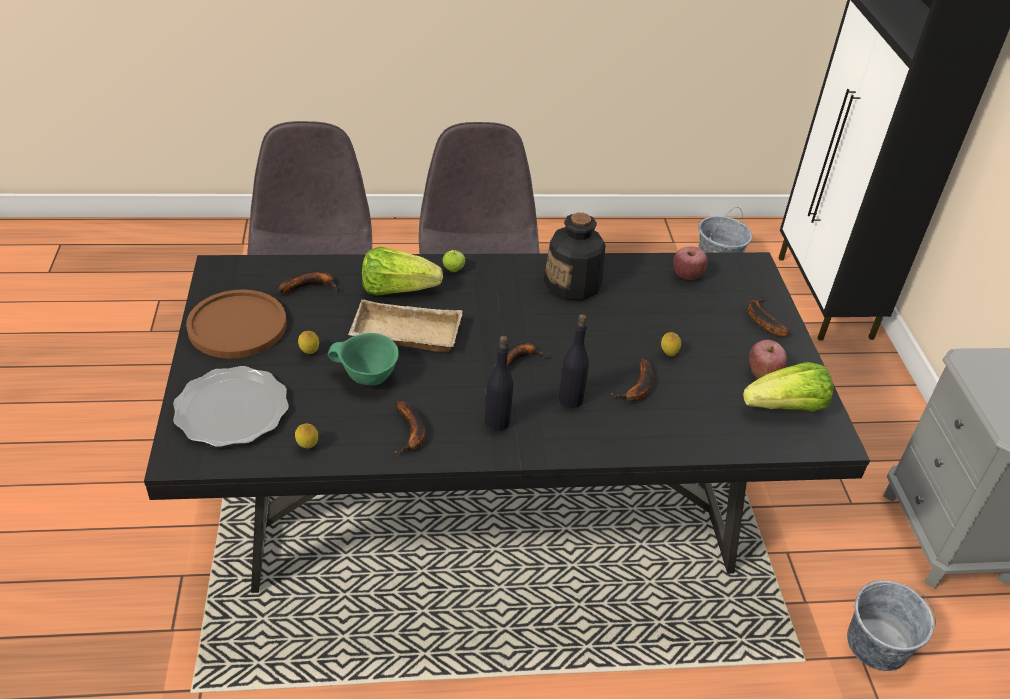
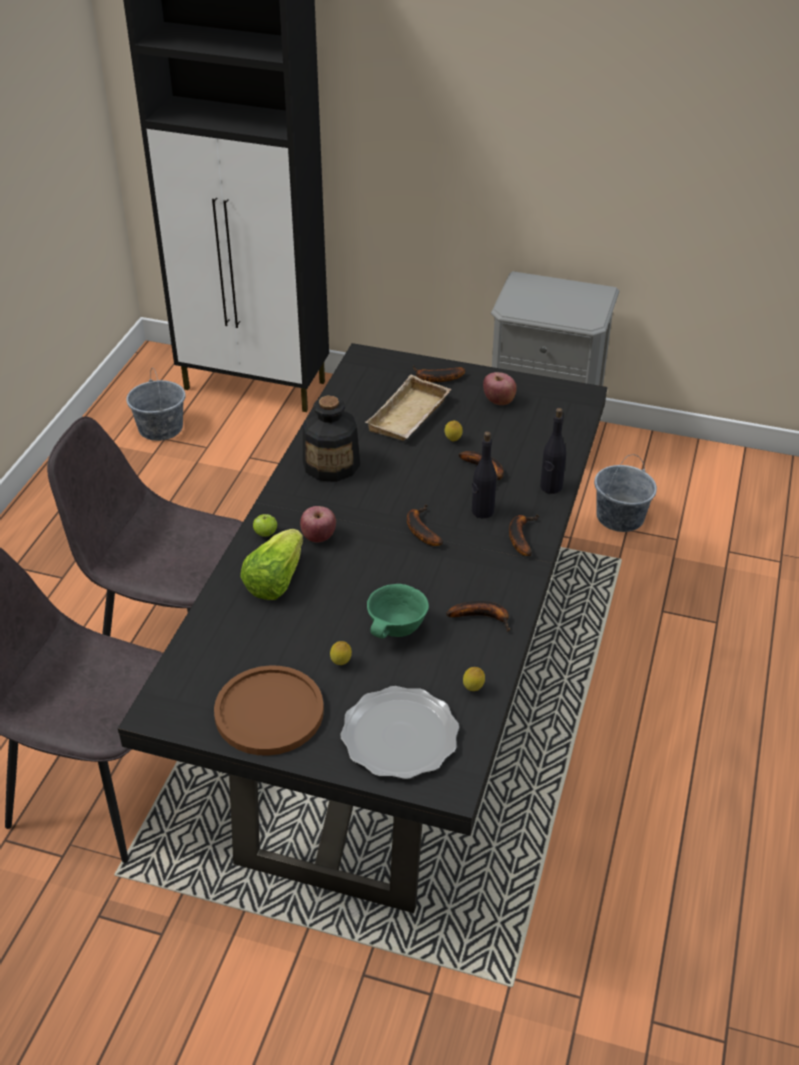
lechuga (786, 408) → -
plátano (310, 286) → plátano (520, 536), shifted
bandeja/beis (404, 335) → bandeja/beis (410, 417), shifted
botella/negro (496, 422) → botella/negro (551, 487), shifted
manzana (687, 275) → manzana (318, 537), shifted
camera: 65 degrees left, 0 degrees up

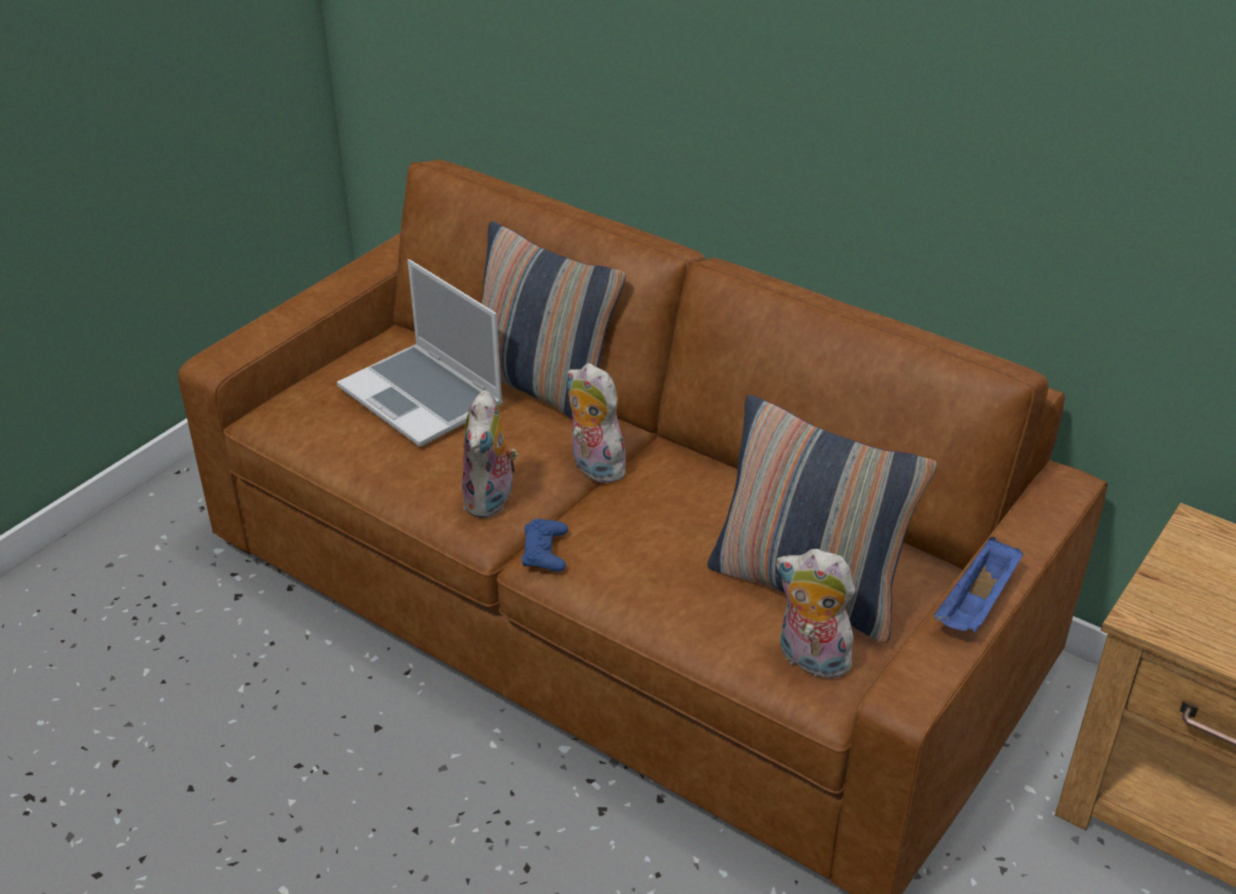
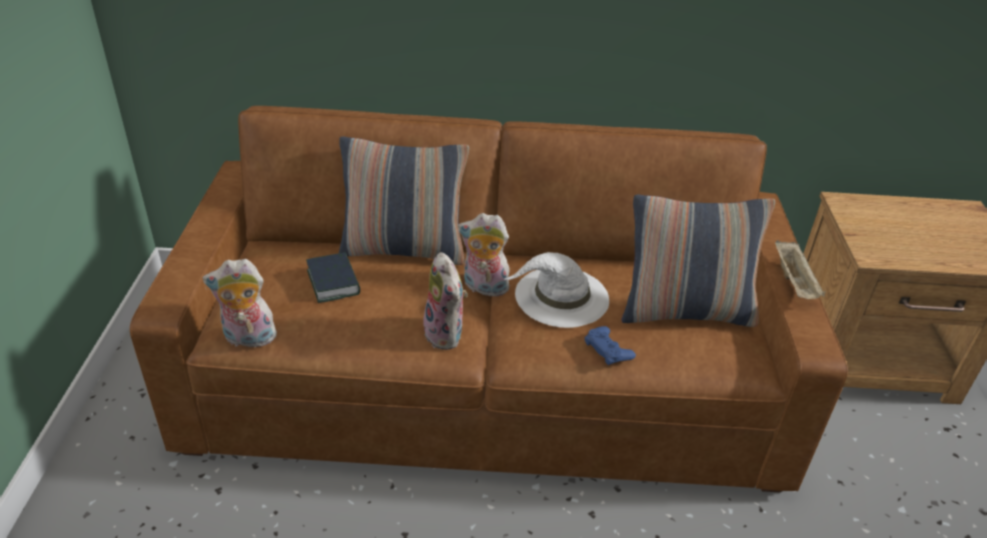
- → sombrero/blanco (560, 297)
mando de consola/azul (545, 551) → mando de consola/azul (608, 349), shifted
peluche (810, 660) → peluche (248, 339), shifted
portátil (424, 398) → libro (333, 282)
bandeja/azul (976, 604) → bandeja/beis (794, 282)
camera: 35 degrees left, 0 degrees up

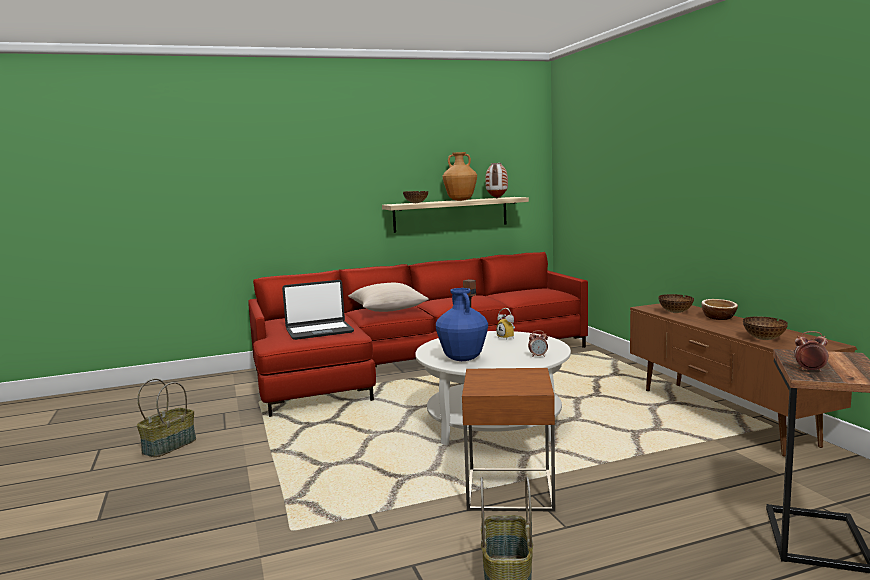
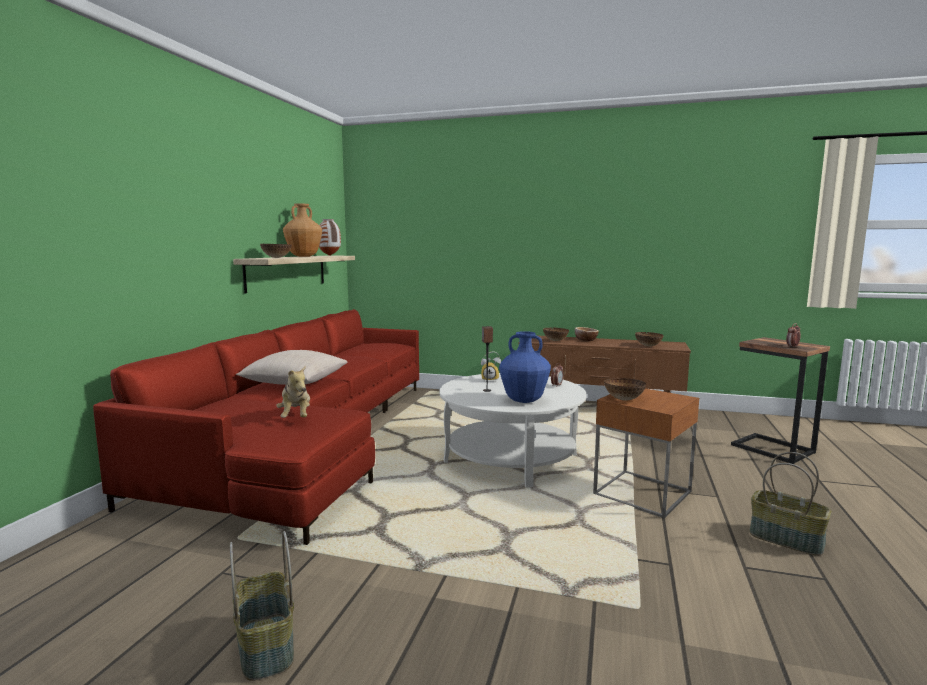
- → cuenco (624, 399)
portátil (319, 331) → peluche (296, 417)
camera: 55 degrees left, 0 degrees up

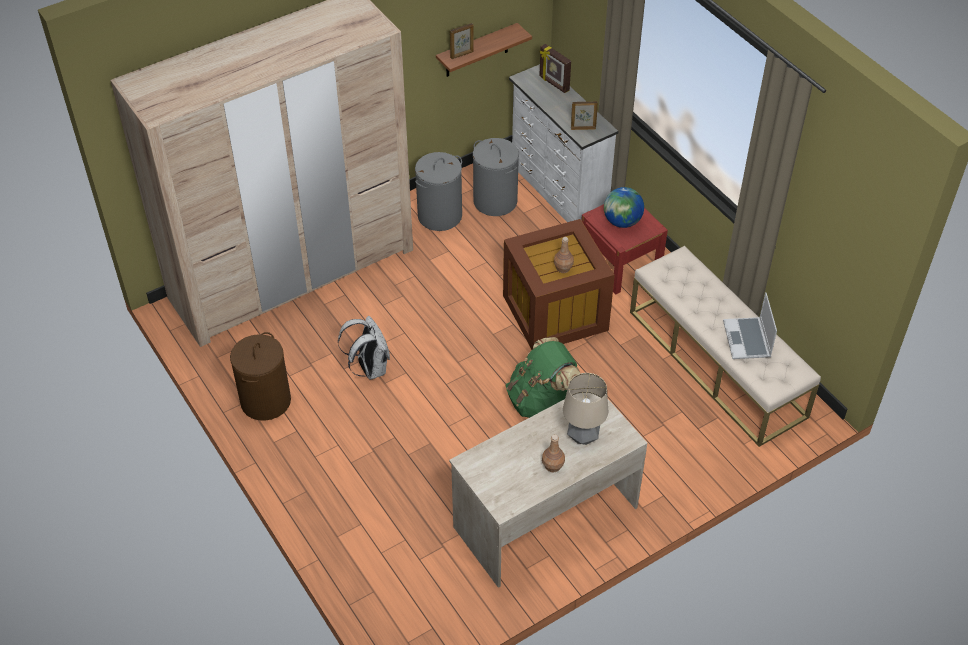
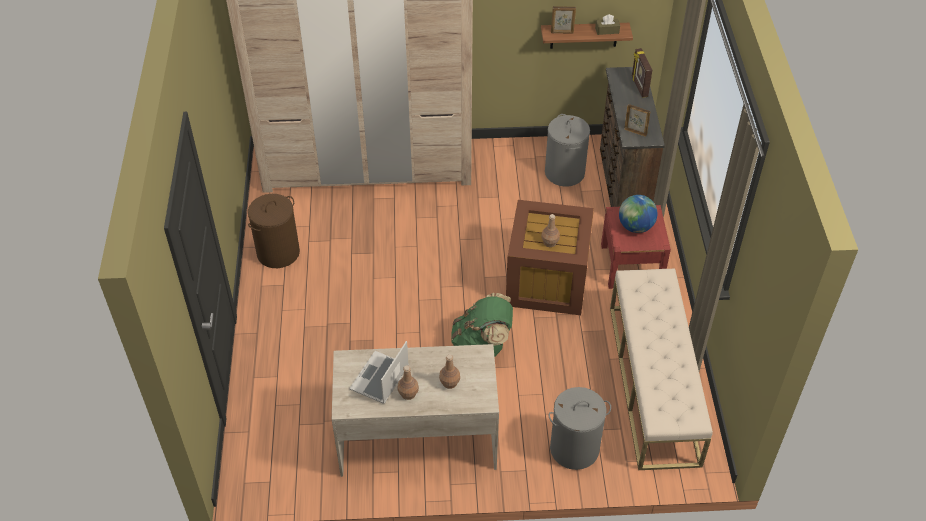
mochila/blanco (369, 368) → -
- → caja de pañuelos/marrón (607, 30)
cesto de la ropa/gris (439, 216) → cesto de la ropa/gris (574, 449), shifted
portátil (747, 340) → portátil (380, 379), shifted
lámpara de mesa (582, 437) → botella/marrón (449, 383)
cómoda/blanco (557, 192) → cómoda/marrón (622, 186)
camera: 30 degrees right, 0 degrees up

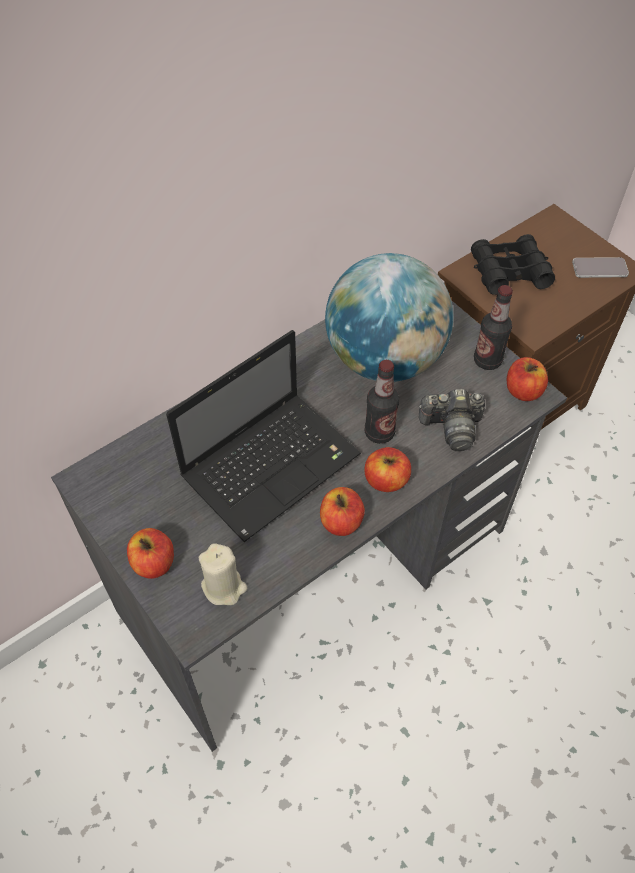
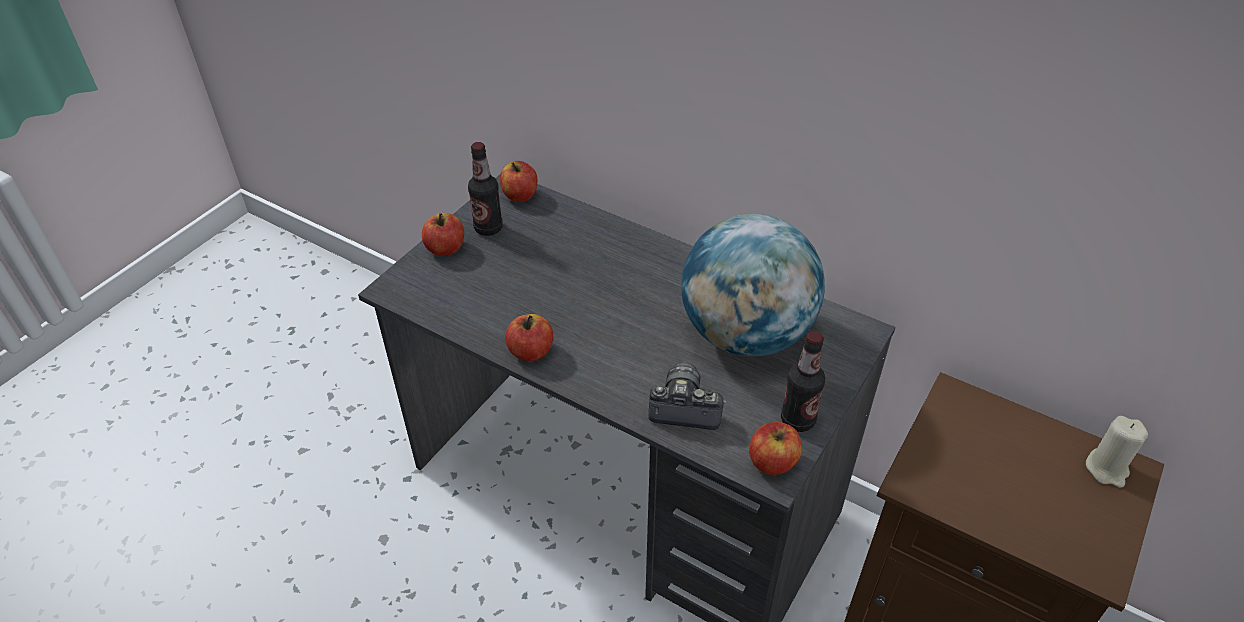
portátil (273, 464) → -
prismáticos/negro (509, 272) → -
móvil (599, 268) → -
vela/beis (224, 587) → vela/beis (1107, 469), shifted
manzana (386, 480) → manzana (520, 195), shifted
botella (379, 433) → botella (488, 228), shifted
cámara (451, 427) → cámara (684, 408), 120 degrees clockwise
camera: 70 degrees right, 10 degrees down

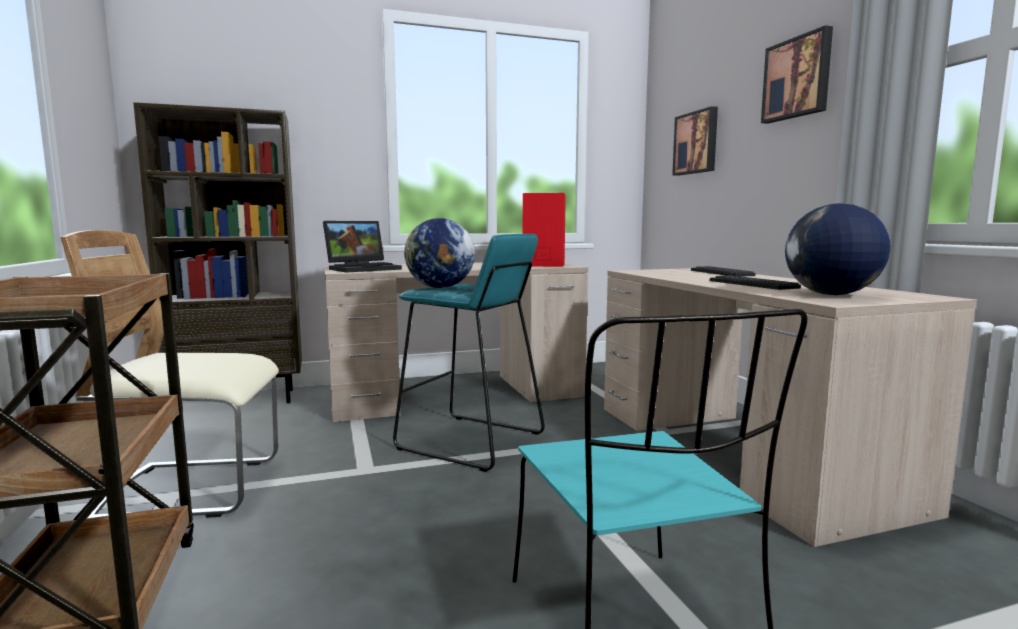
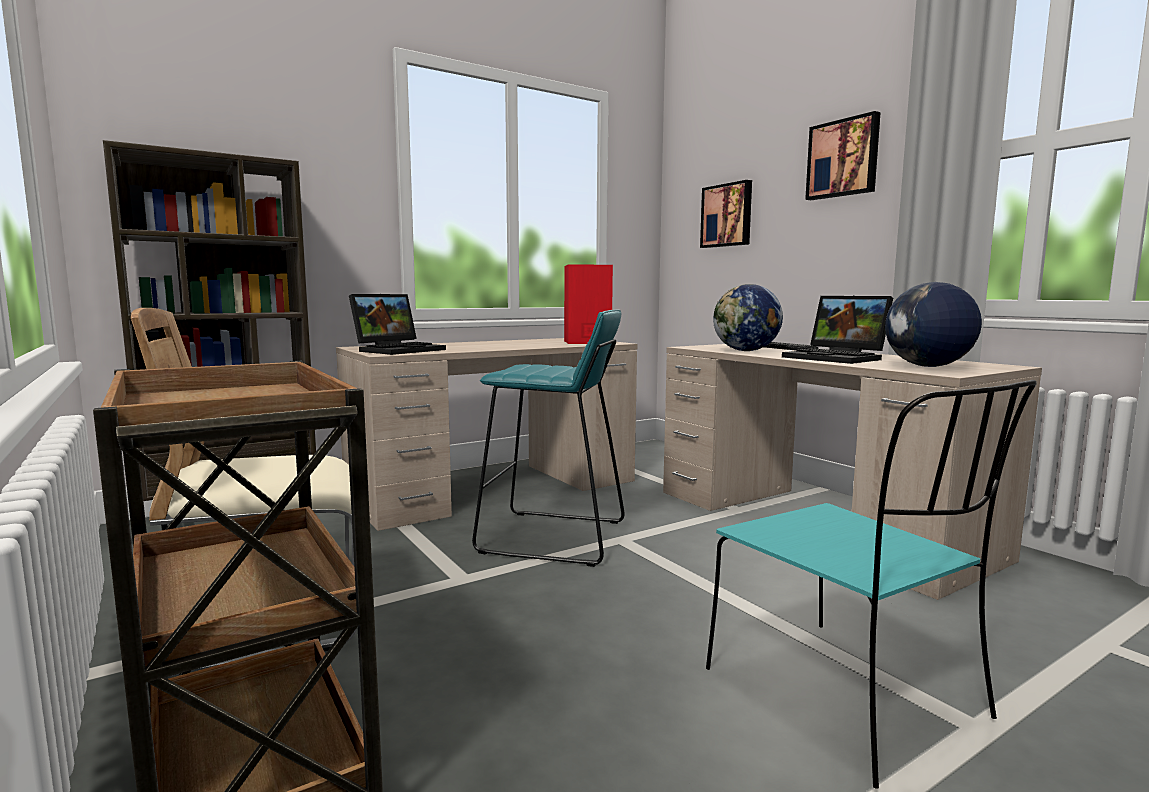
globo terráqueo (440, 287) → globo terráqueo (746, 351), shifted
teclado (752, 284) → portátil (837, 358)
camera: 15 degrees left, 0 degrees up

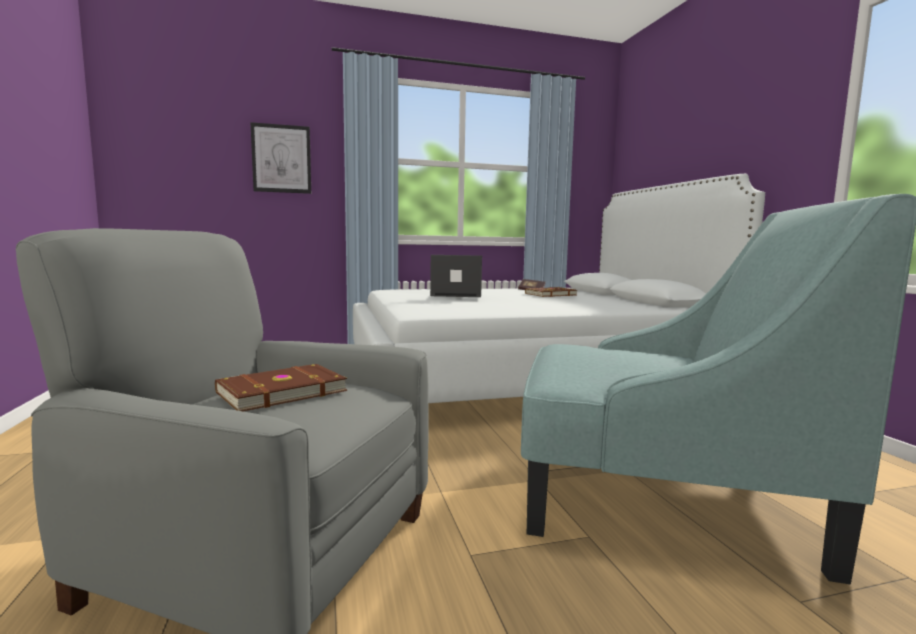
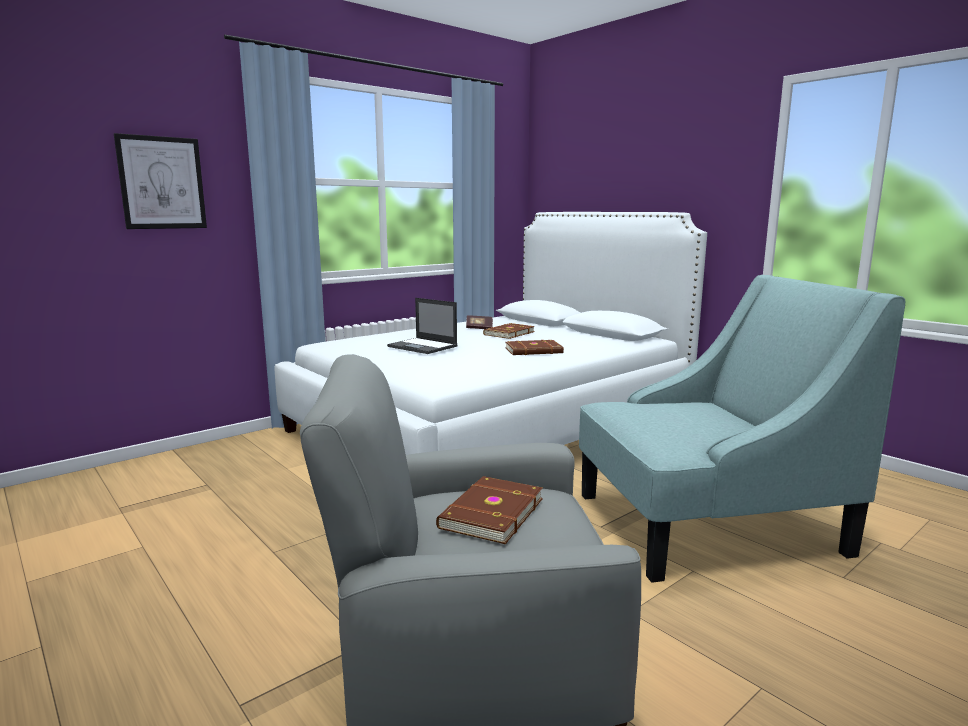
- → libro/marrón (534, 351)
portátil (455, 294) → portátil (423, 346), 120 degrees counterclockwise
camera: 25 degrees left, 5 degrees up

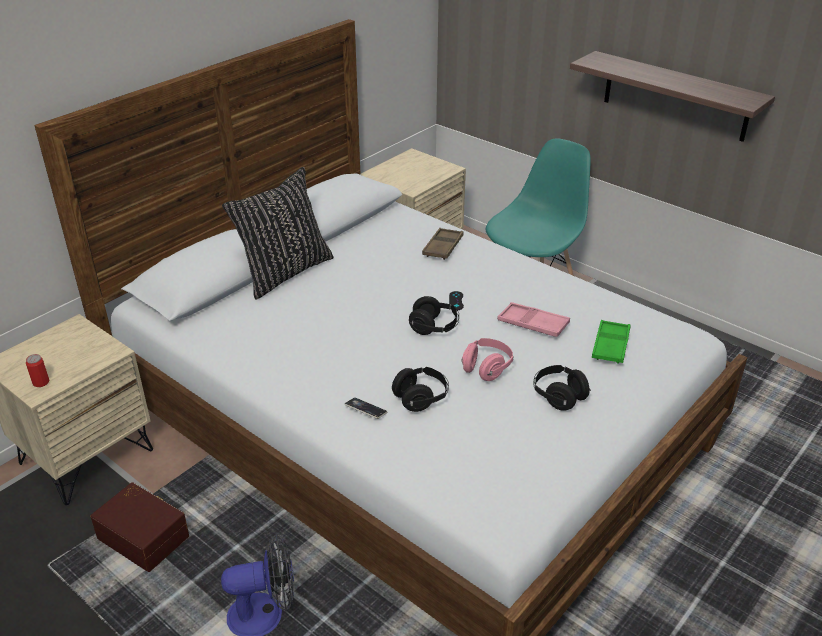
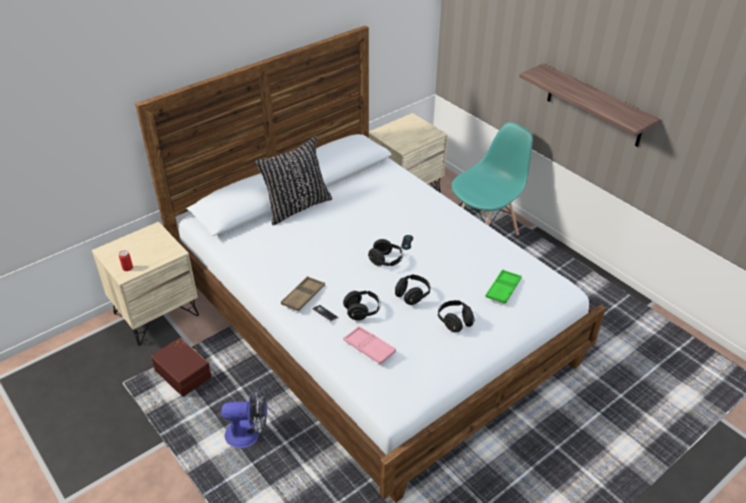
bandeja/marrón (443, 247) → bandeja/marrón (303, 296), shifted
bandeja/rosa (532, 324) → bandeja/rosa (369, 348), shifted
auriculares/rosa (486, 368) → auriculares/negro (412, 295)
camera: 10 degrees right, 5 degrees up

